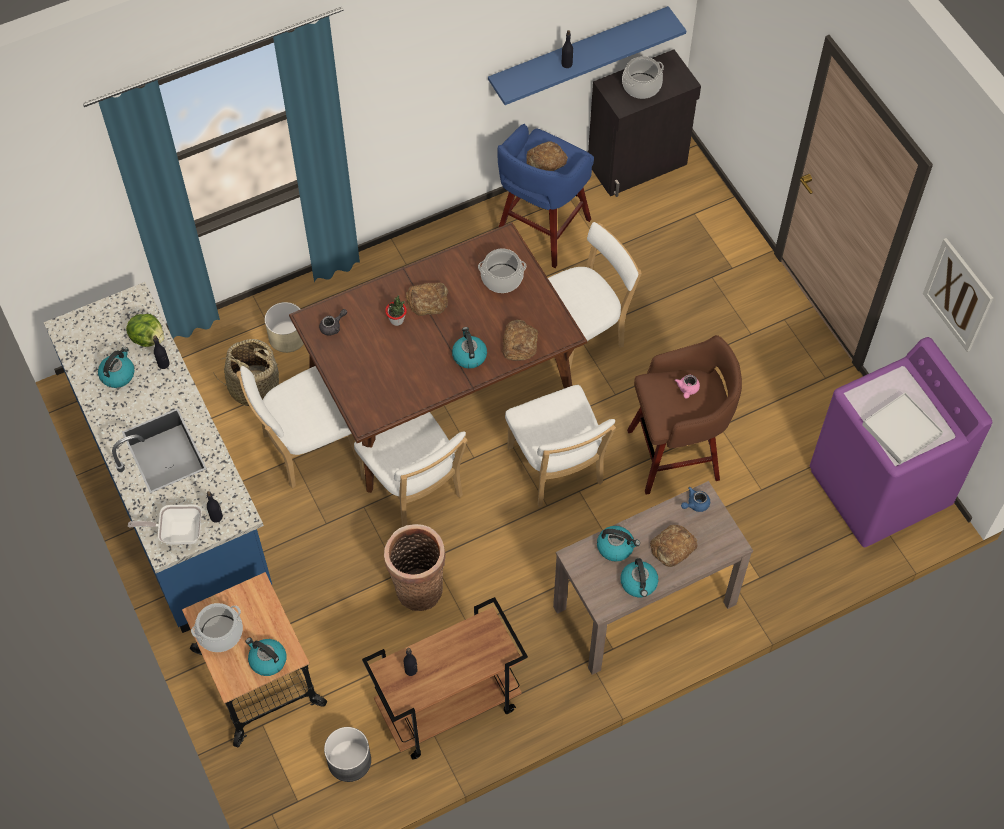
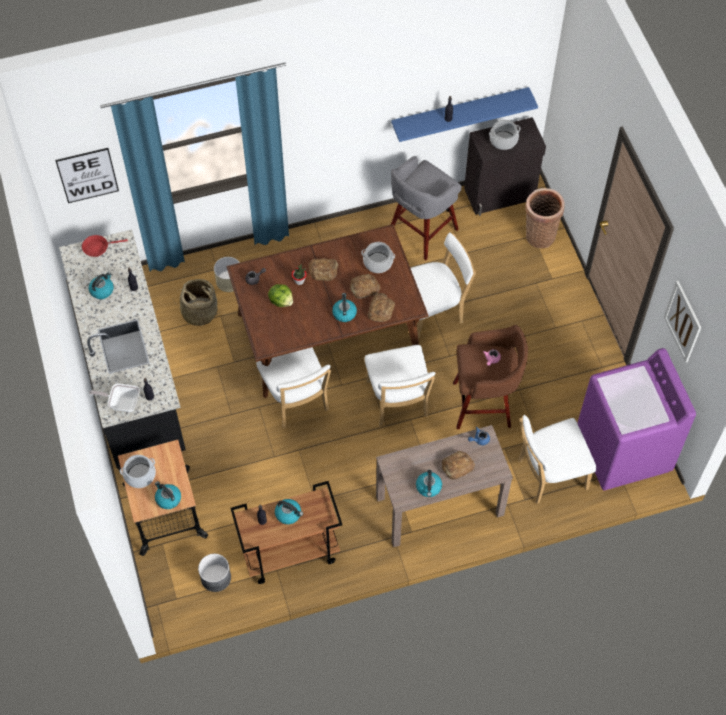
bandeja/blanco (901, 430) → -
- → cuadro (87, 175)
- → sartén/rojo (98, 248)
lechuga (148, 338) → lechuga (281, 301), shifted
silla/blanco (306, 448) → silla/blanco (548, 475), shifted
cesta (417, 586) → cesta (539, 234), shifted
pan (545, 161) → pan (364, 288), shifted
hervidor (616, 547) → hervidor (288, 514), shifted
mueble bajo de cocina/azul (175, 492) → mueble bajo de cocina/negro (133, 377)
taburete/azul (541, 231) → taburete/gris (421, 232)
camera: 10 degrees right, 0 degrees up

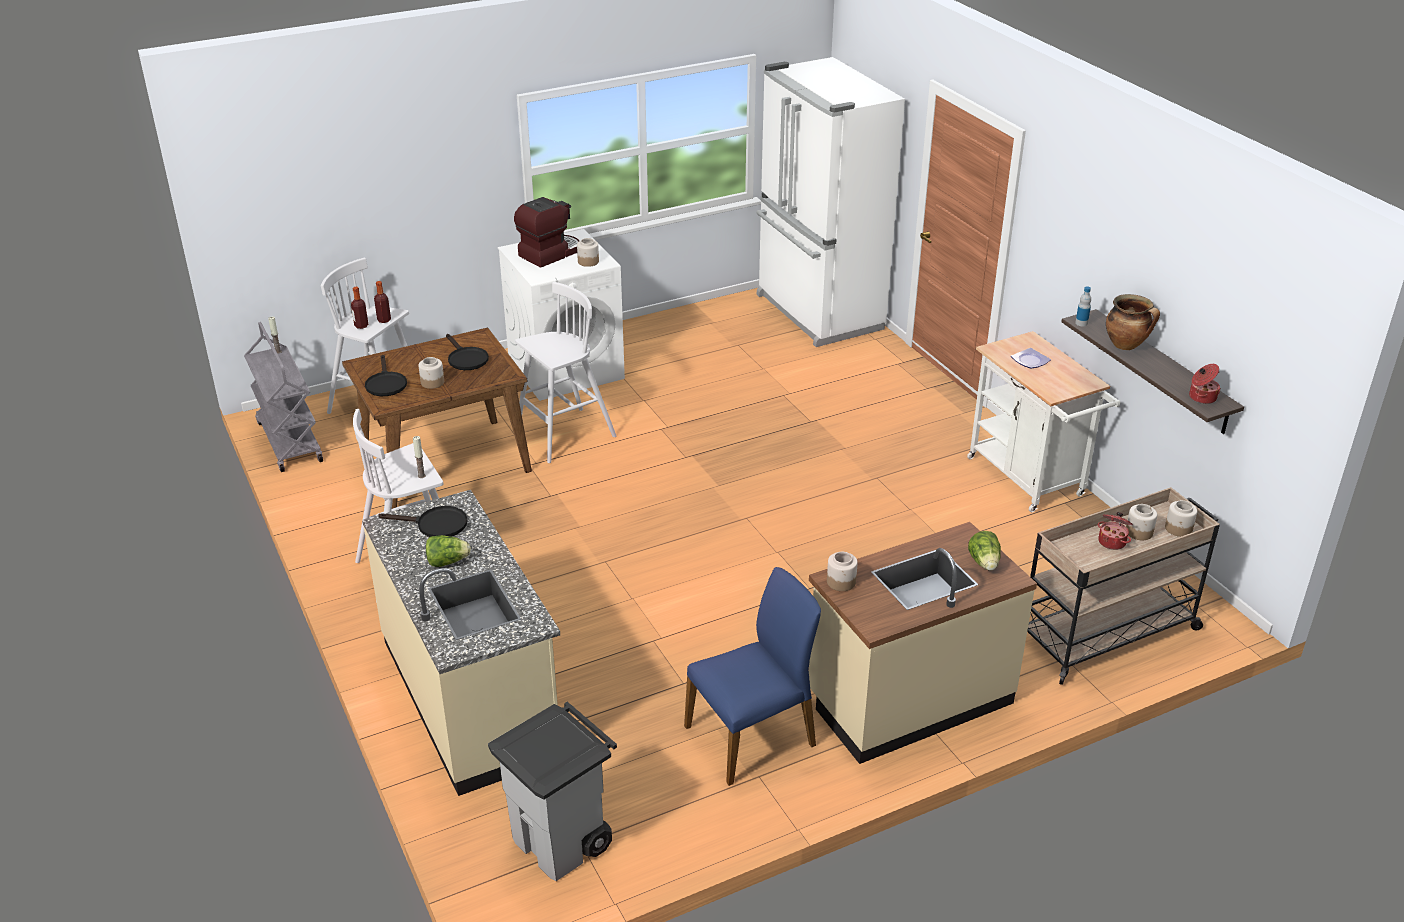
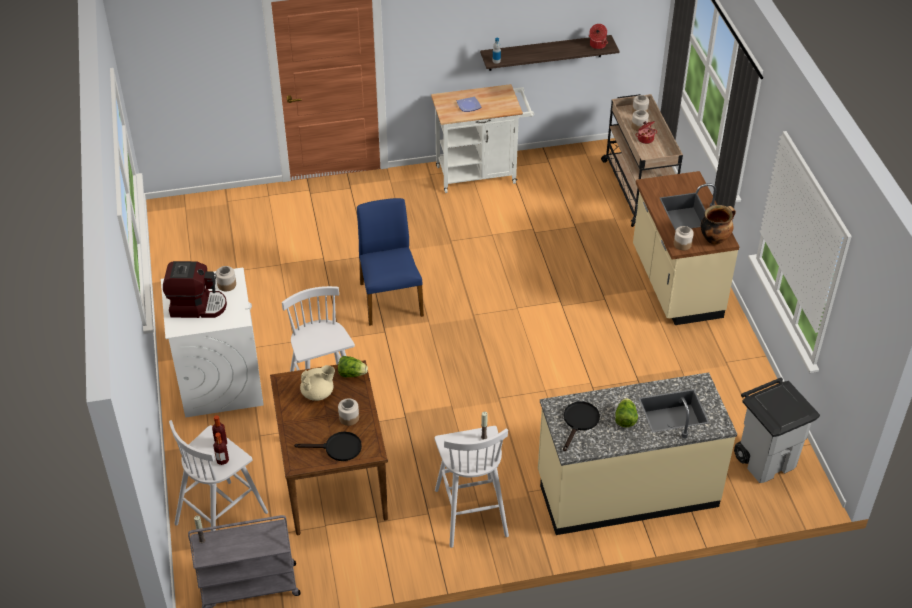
nevera/blanco (817, 313) → -
silla/azul (752, 736) → silla/azul (390, 299), shifted
lechuga (984, 563) → lechuga (352, 374), shifted
olla (1126, 345) → olla (715, 239), shifted
sartén/negro (465, 358) → tetera/beis (318, 393)
cafetera (550, 253) → cafetera (197, 306), 120 degrees clockwise
camera: 75 degrees left, 10 degrees up

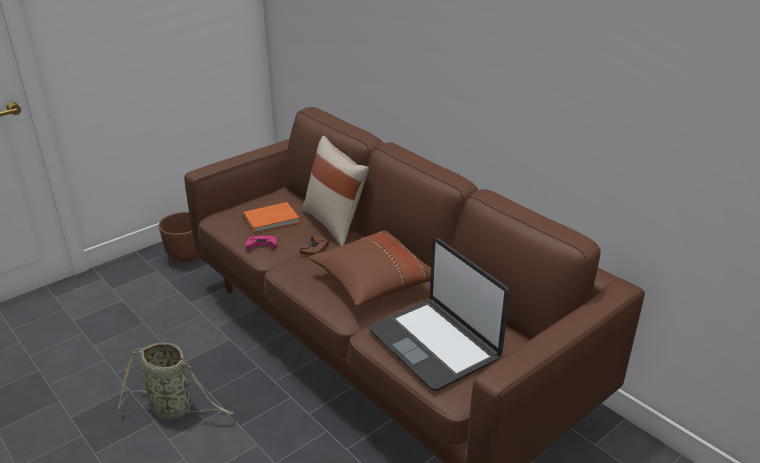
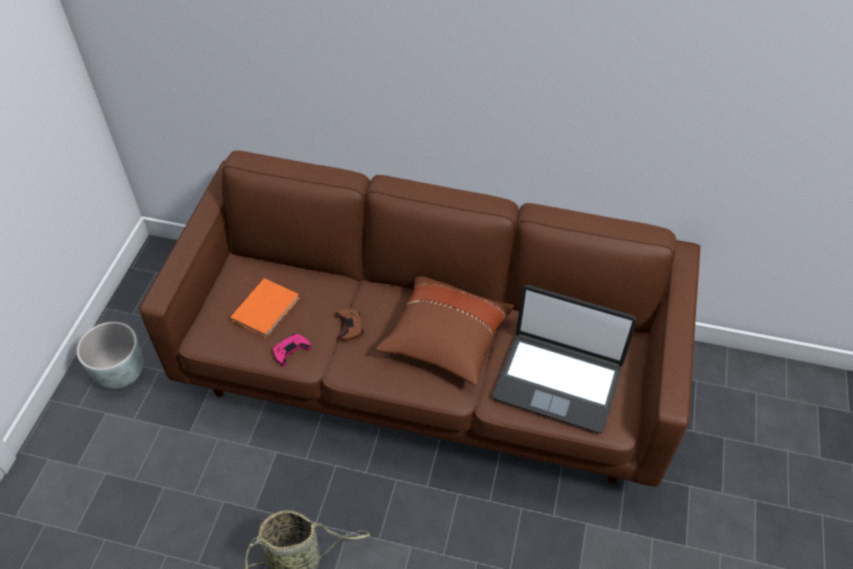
cojín/beis (335, 224) → -
maceta/marrón (187, 255) → maceta/gris (121, 373)
camera: 35 degrees left, 20 degrees up

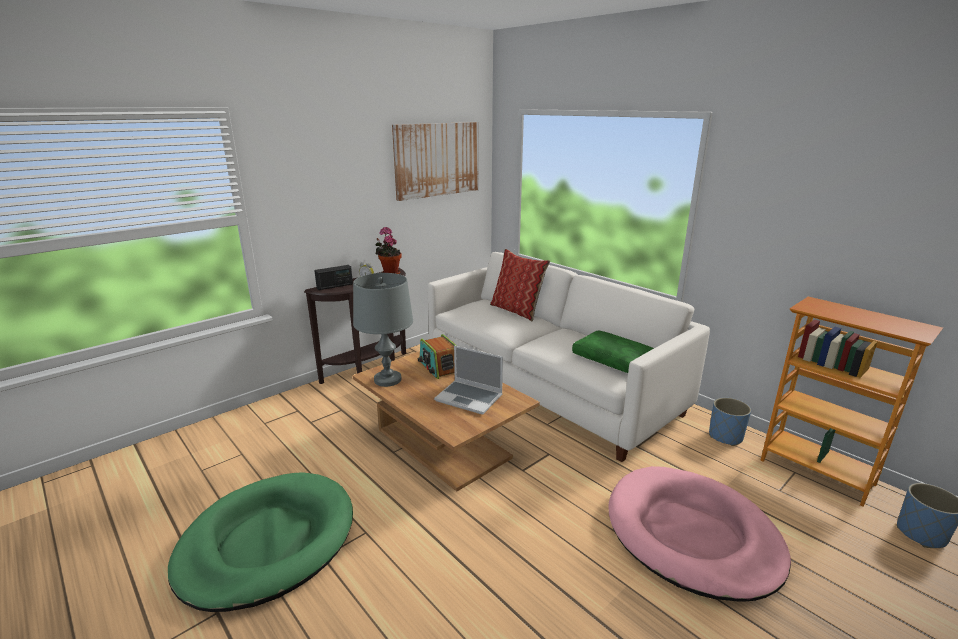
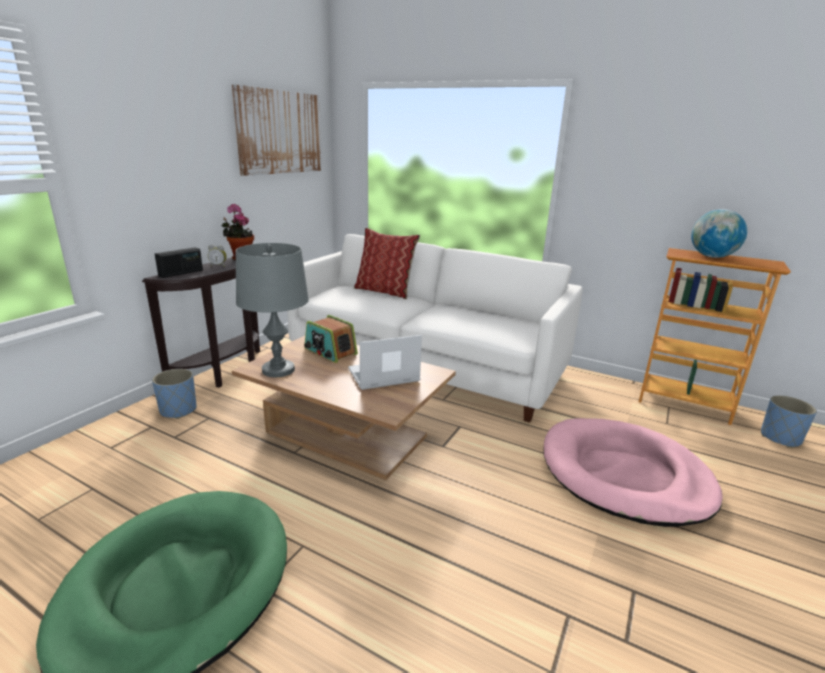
cojín/verde (613, 359) → -
- → globo terráqueo (712, 257)
maceta/azul (725, 436) → maceta/azul (178, 410), shifted
portátil (470, 398) → portátil (383, 376), 150 degrees clockwise
camera: 20 degrees left, 0 degrees up

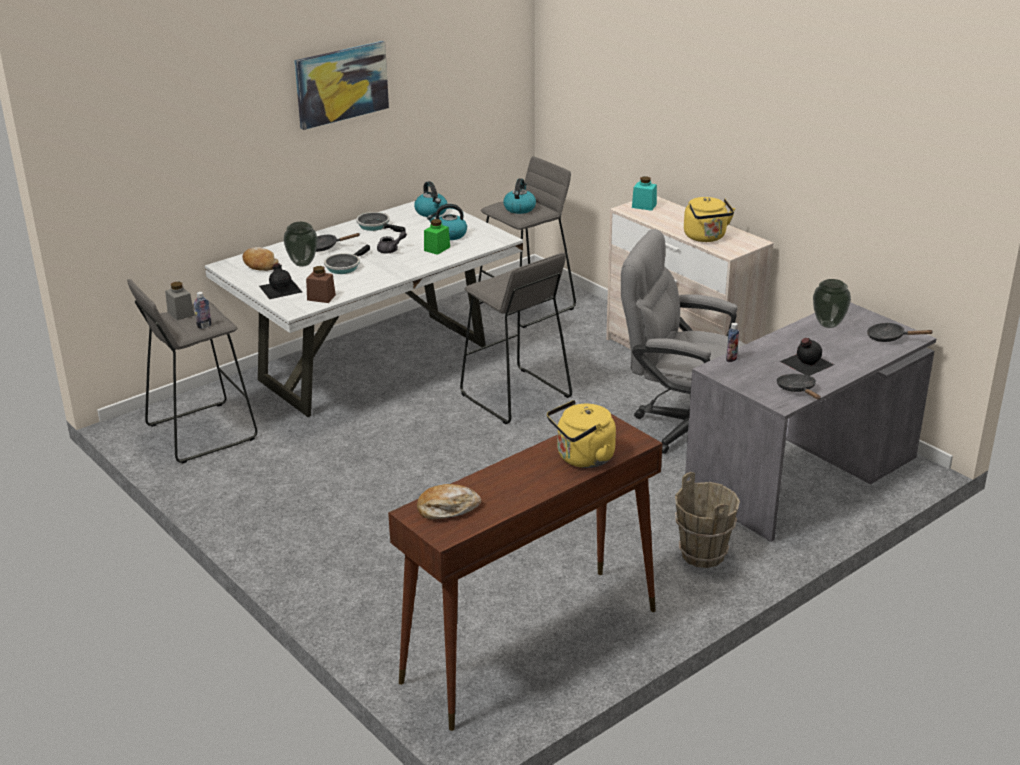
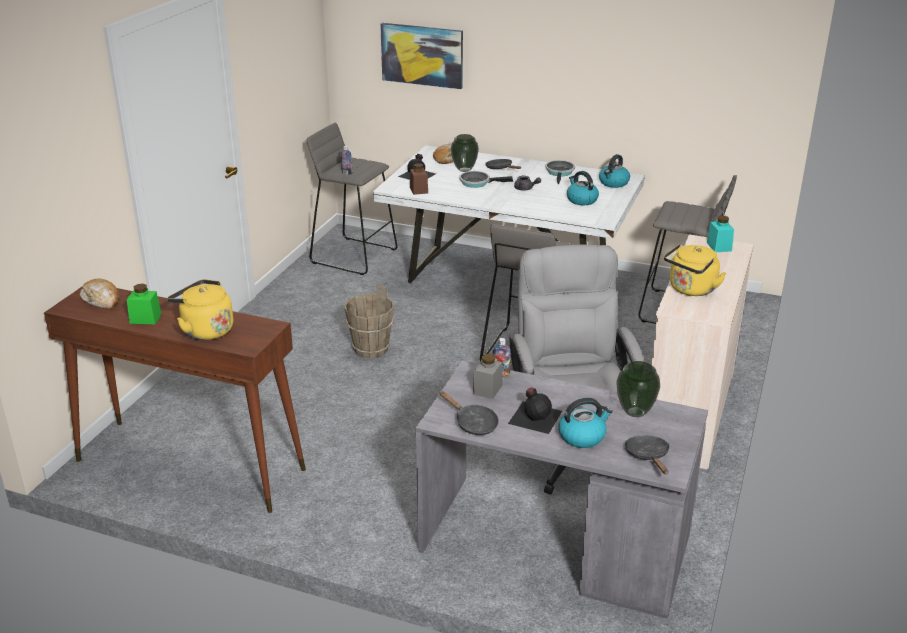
tarro/gris (180, 313) → tarro/gris (487, 389), shifted
cuadro (341, 84) → cuadro (422, 55), shifted
tarro/verde (437, 249) → tarro/verde (145, 318), shifted
hervidor (519, 208) → hervidor (582, 436), shifted
cubo/marrón (703, 554) → cubo/marrón (371, 350), shifted
sartén/negro (797, 390) → sartén/negro (473, 423), 90 degrees clockwise
camera: 60 degrees right, 0 degrees up

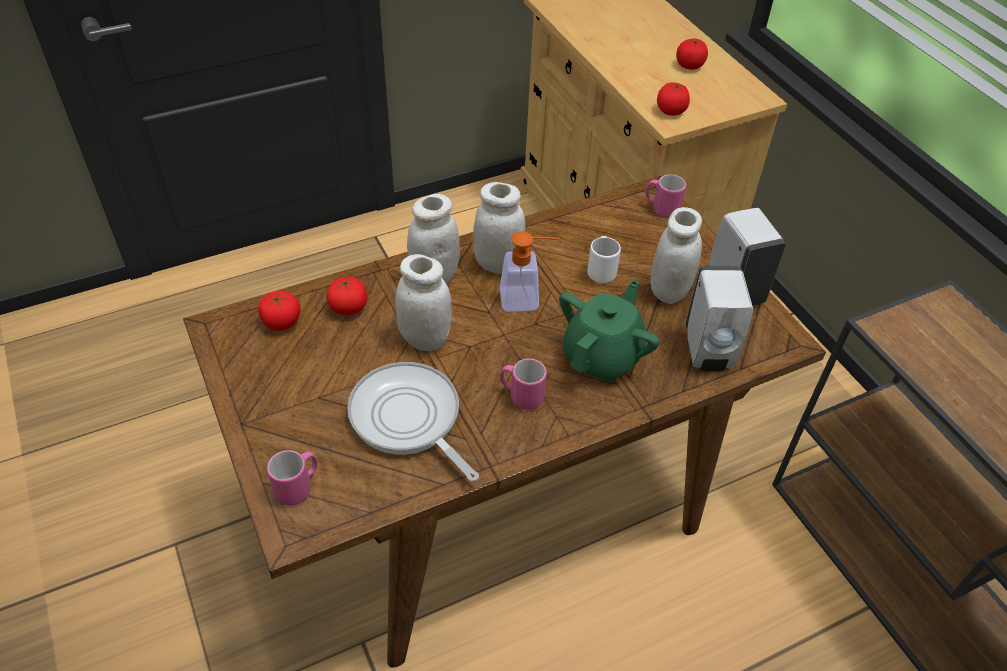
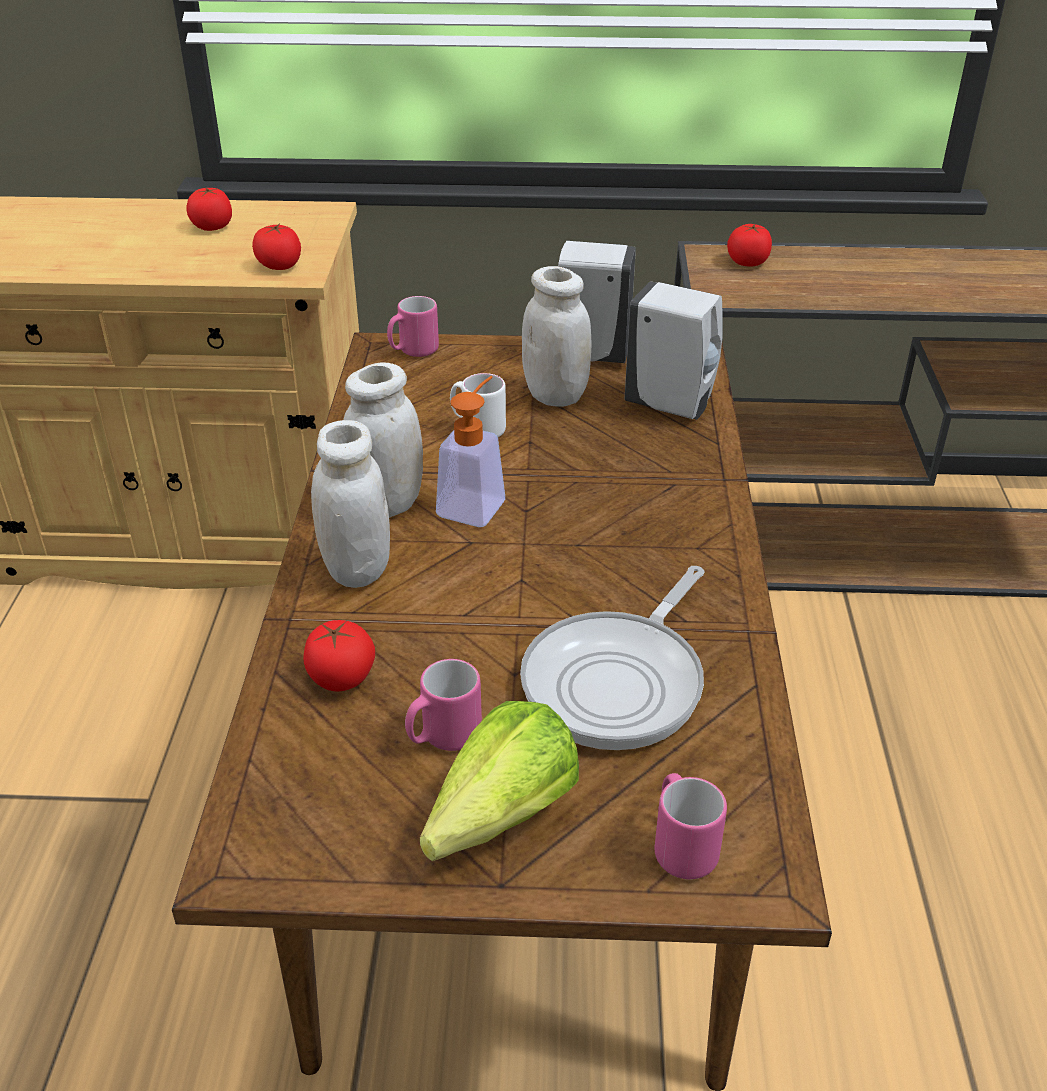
tarro/blanco (425, 339) → -
tetera/verde (602, 356) → -
- → lechuga (489, 825)
tomate (281, 322) → tomate (747, 262), shifted
taza grande/rosa (521, 396) → taza grande/rosa (443, 737), shifted
sartén (408, 419) → sartén (619, 682), 45 degrees counterclockwise
camera: 60 degrees left, 10 degrees down

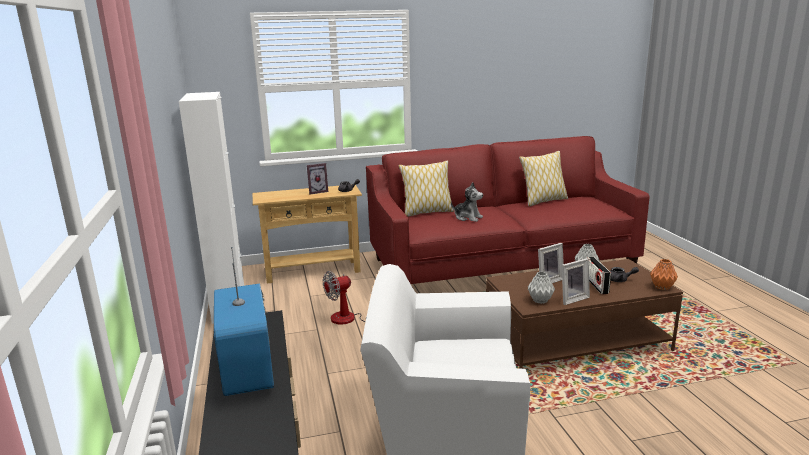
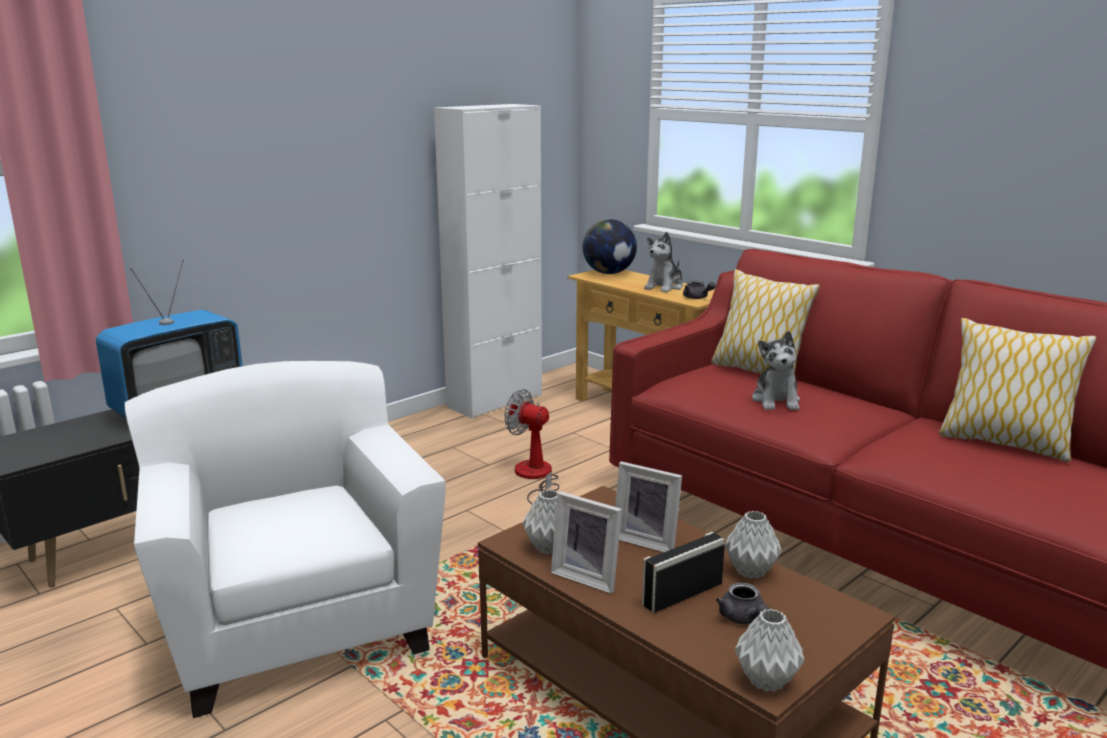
- → globo terráqueo (609, 273)
portarretratos (317, 191) → peluche (664, 287)
florero/naranja (662, 287) → florero/gris (767, 681)
camera: 60 degrees right, 0 degrees up

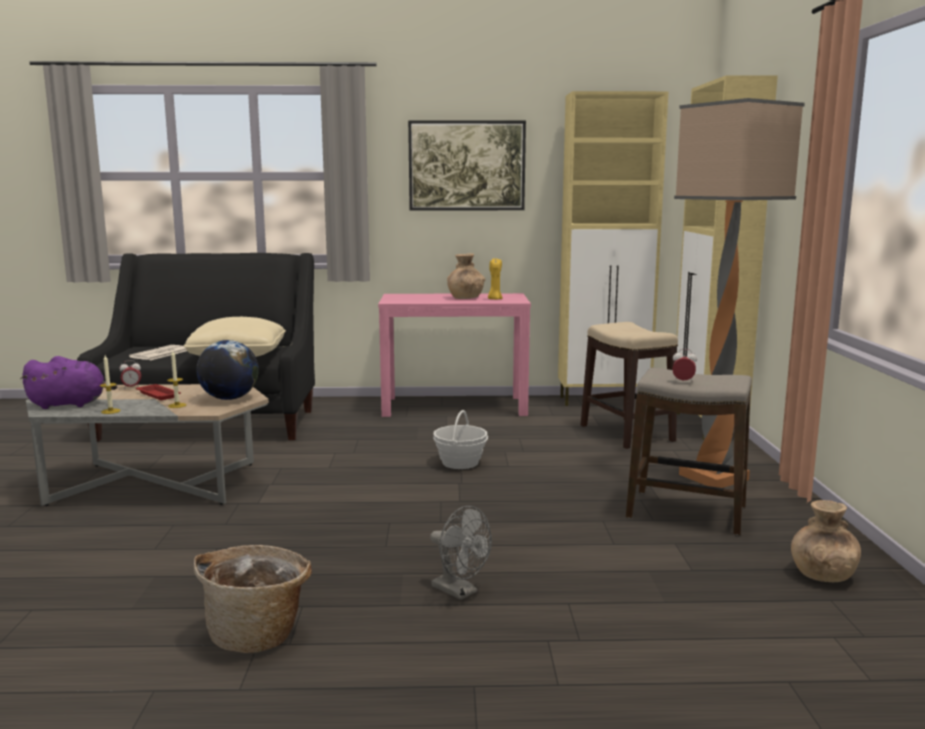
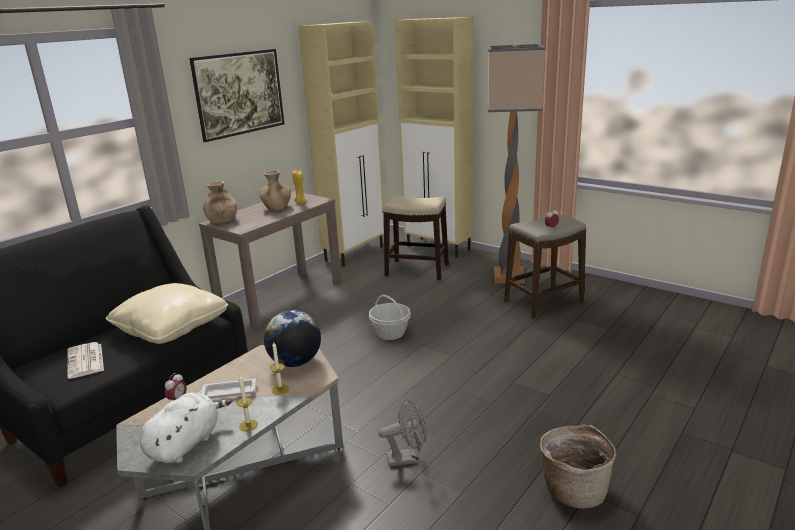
ventilador/gris (460, 591) → ventilador/gris (407, 458), shifted
florero/marrón (822, 575) → florero/marrón (222, 221), shifted
peluche/morado (70, 404) → peluche/blanco (186, 444)
bandeja/rojo (157, 395) → bandeja/blanco (228, 392)
mesa consola/rosa (455, 406) → mesa consola/marrón (281, 297)
camera: 50 degrees left, 10 degrees up

